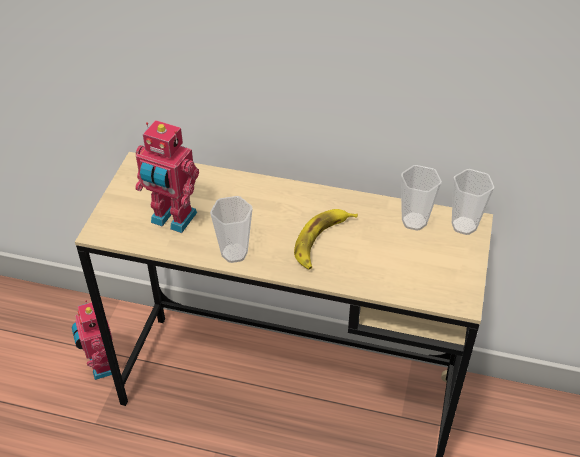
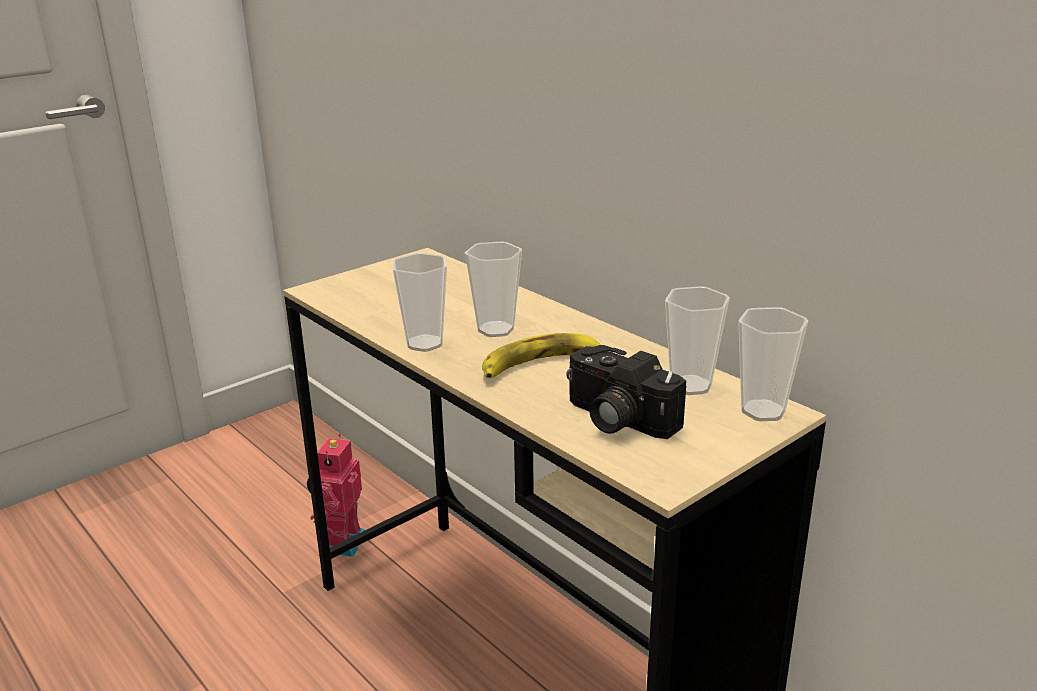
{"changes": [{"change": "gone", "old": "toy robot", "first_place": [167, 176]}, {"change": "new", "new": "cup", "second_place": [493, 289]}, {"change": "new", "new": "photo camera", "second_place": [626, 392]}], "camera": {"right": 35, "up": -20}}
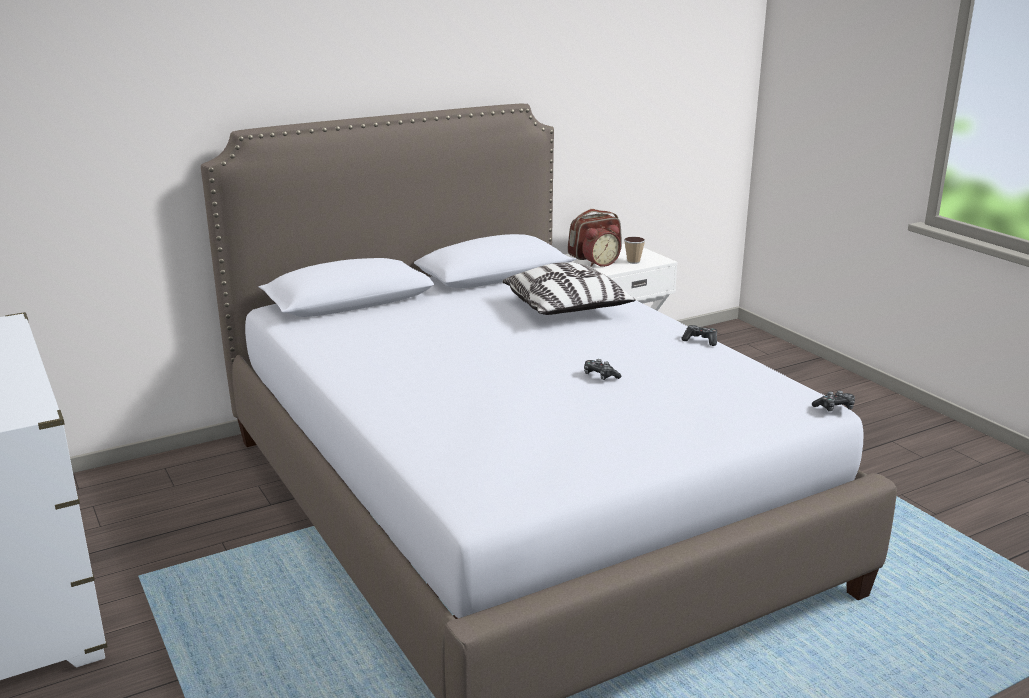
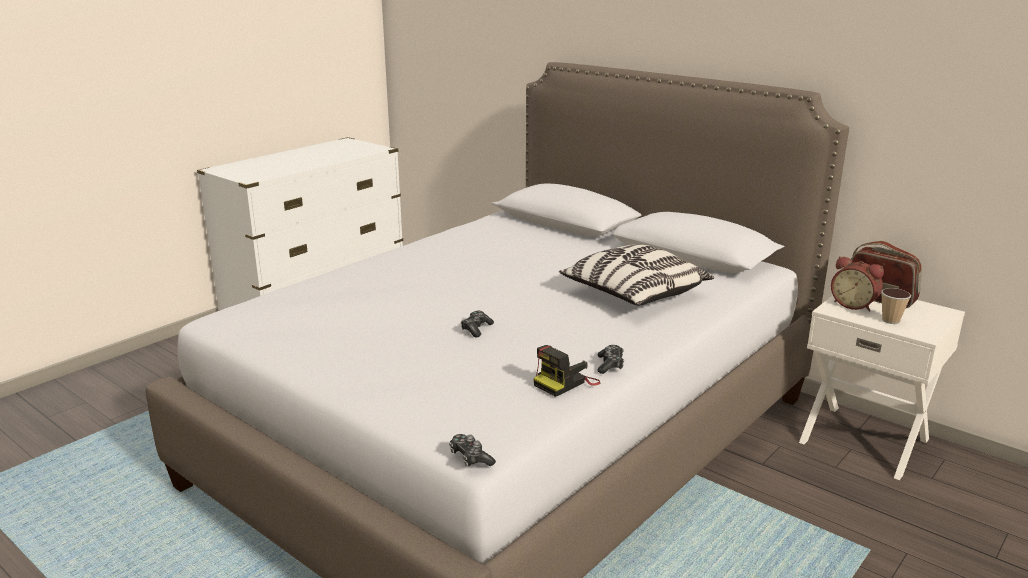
{"changes": [{"change": "new", "new": "photo camera", "second_place": [567, 371]}], "camera": {"right": 70, "up": 0}}
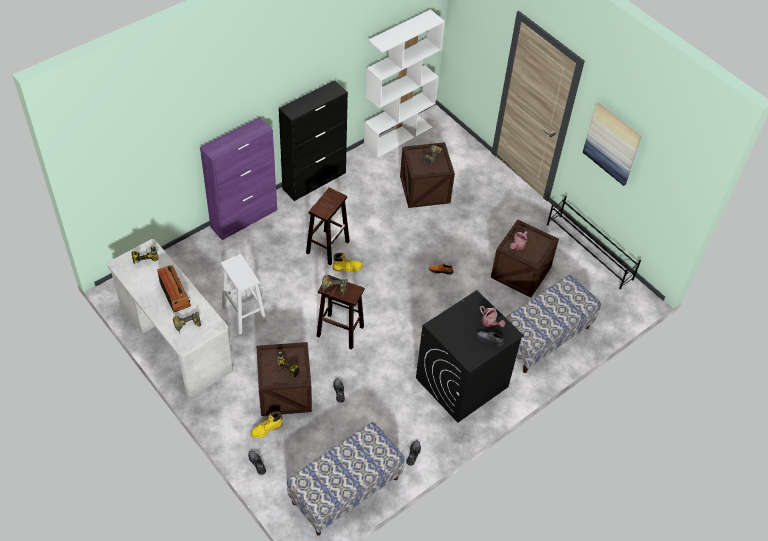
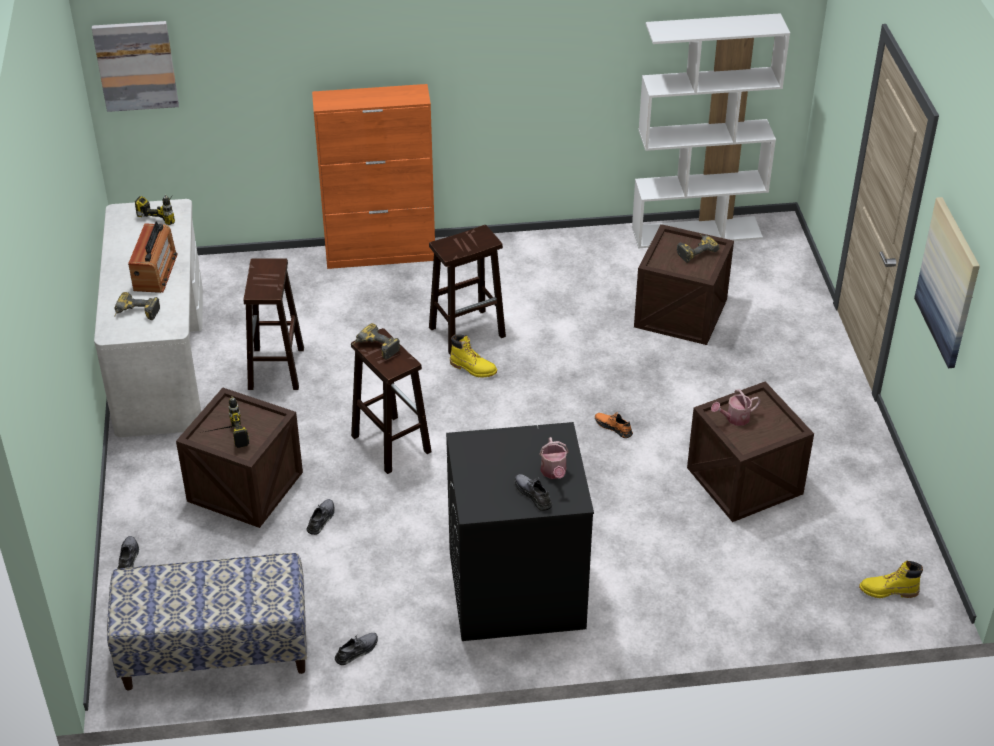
{"changes": [{"change": "gone", "old": "black cabinet", "first_place": [313, 140]}, {"change": "gone", "old": "bench", "first_place": [553, 324]}, {"change": "gone", "old": "black shoe rack", "first_place": [594, 242]}, {"change": "new", "new": "picture", "second_place": [135, 66]}, {"change": "shifted", "old": "yellow boot", "first_place": [266, 424], "second_place": [891, 579]}, {"change": "repainted", "old": "purple cabinet", "new": "orange cabinet", "first_place": [238, 178], "second_place": [373, 176]}, {"change": "repainted", "old": "white stool", "new": "brown stool", "first_place": [244, 294], "second_place": [273, 324]}], "camera": {"right": 35, "up": -10}}
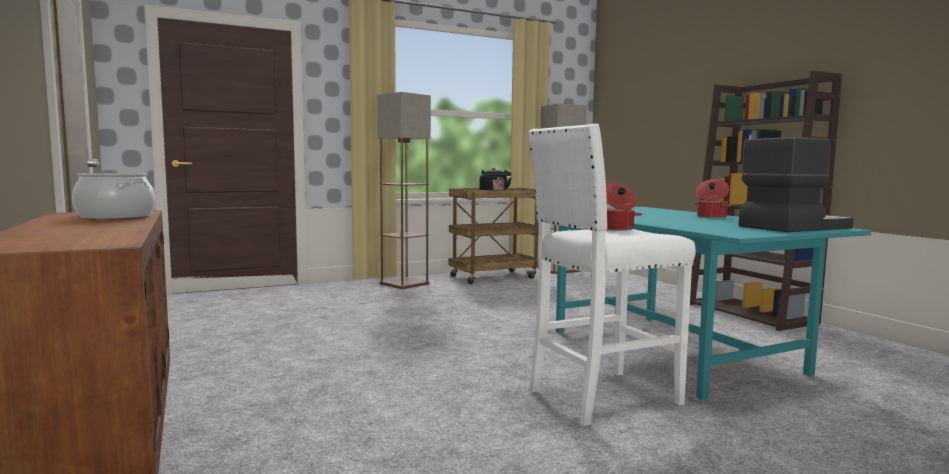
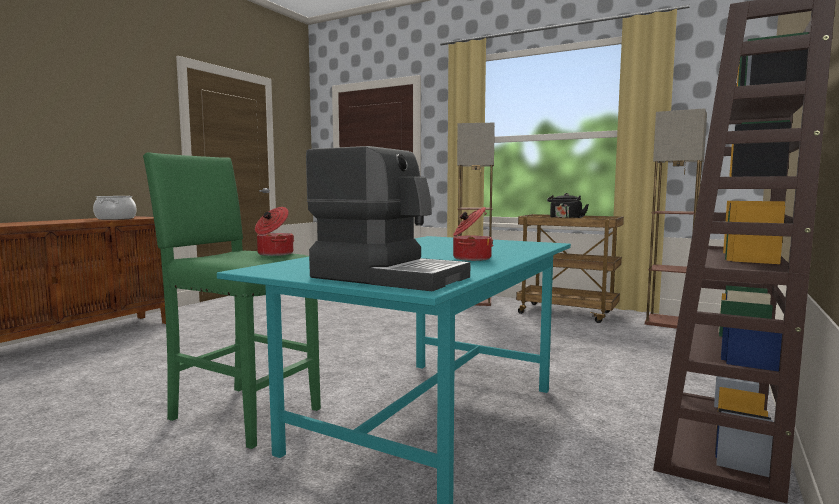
{"changes": [{"change": "repainted", "old": "white stool", "new": "green stool", "first_place": [612, 274], "second_place": [232, 300]}], "camera": {"right": 55, "up": 0}}
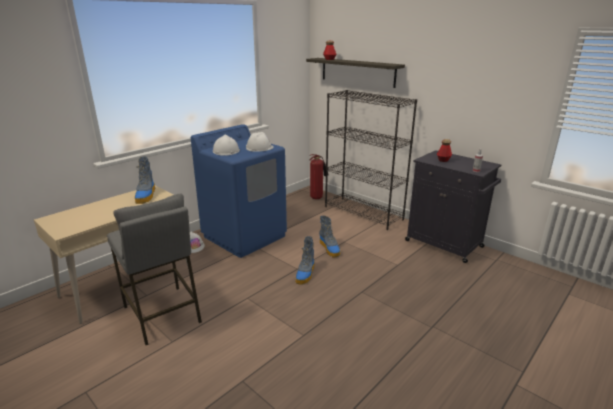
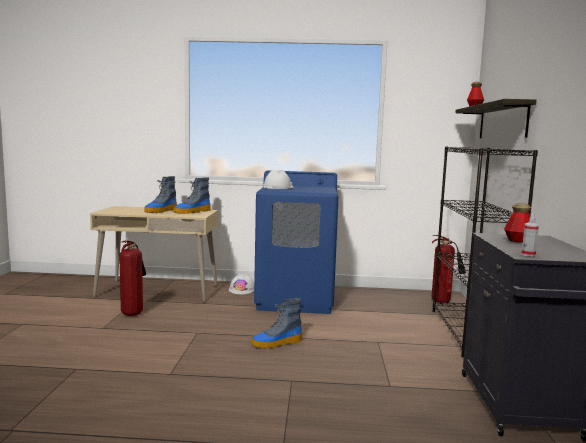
{"changes": [{"change": "gone", "old": "white hard hat", "first_place": [260, 142]}, {"change": "shifted", "old": "boot", "first_place": [329, 237], "second_place": [160, 194]}, {"change": "swapped", "old": "grey stool", "new": "fire extinguisher", "first_place": [154, 269], "second_place": [132, 278]}], "camera": {"right": 50, "up": -15}}
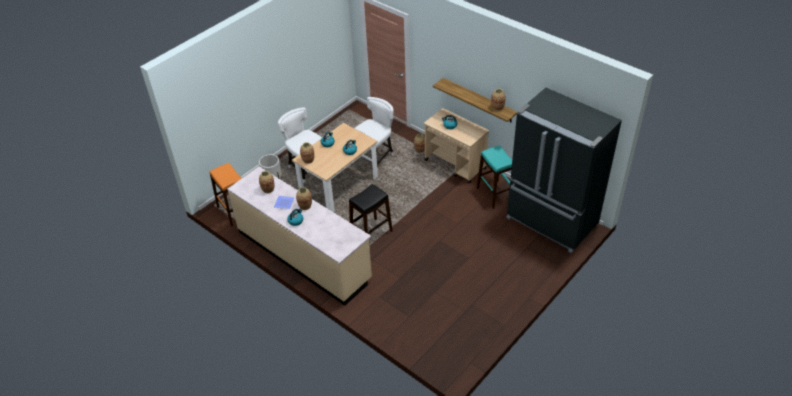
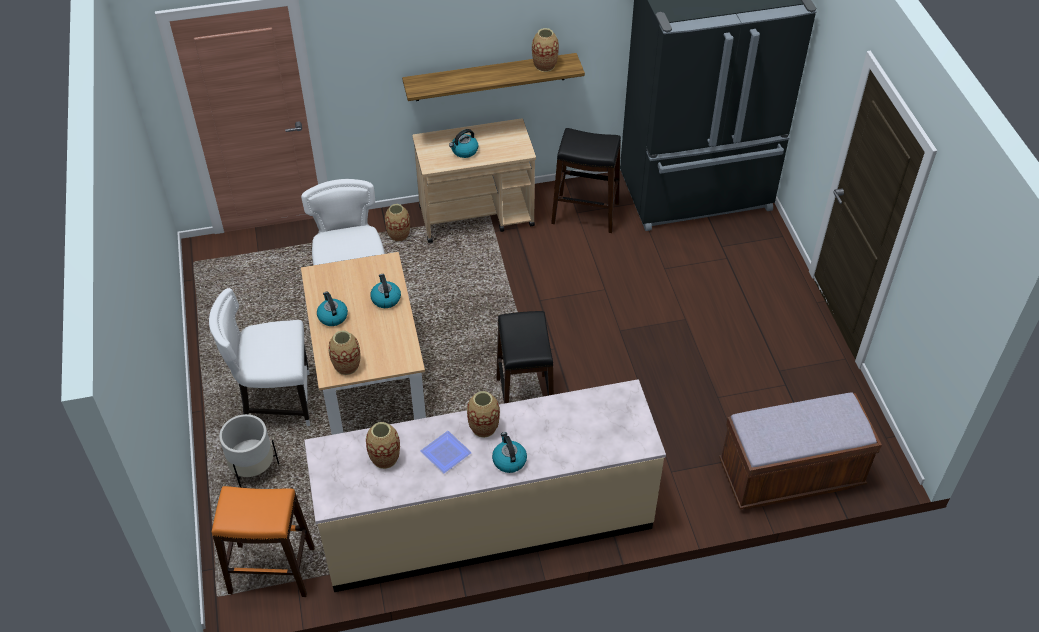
{"changes": [{"change": "new", "new": "brown bench", "second_place": [800, 451]}, {"change": "repainted", "old": "turquoise stool", "new": "black stool", "first_place": [494, 177], "second_place": [586, 180]}], "camera": {"right": -55, "up": 5}}
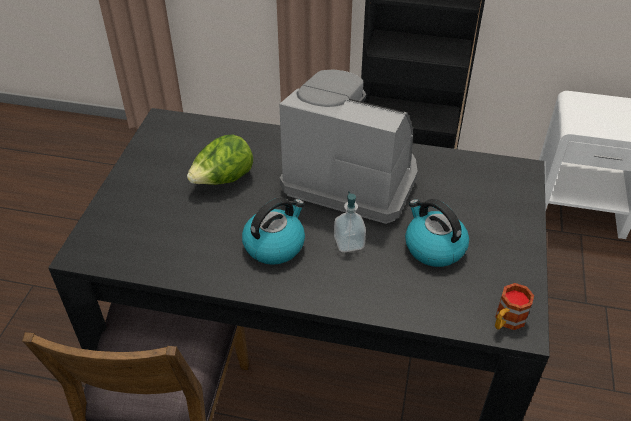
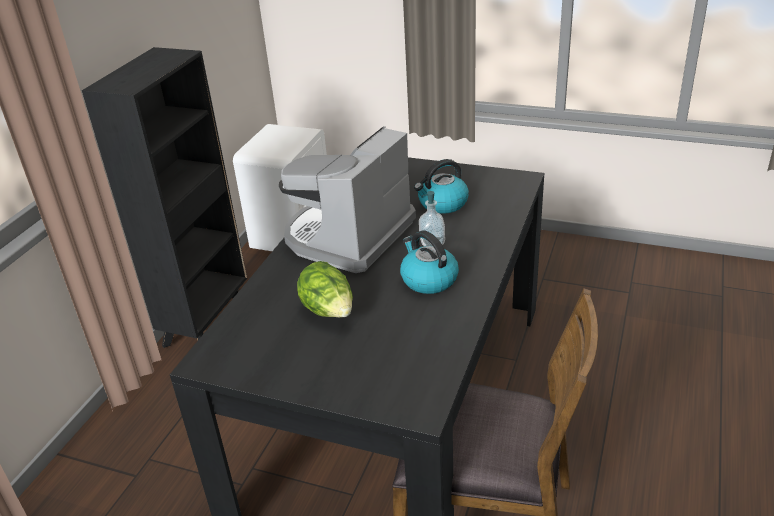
{"changes": [{"change": "gone", "old": "mug", "first_place": [514, 306]}], "camera": {"right": -80, "up": -10}}
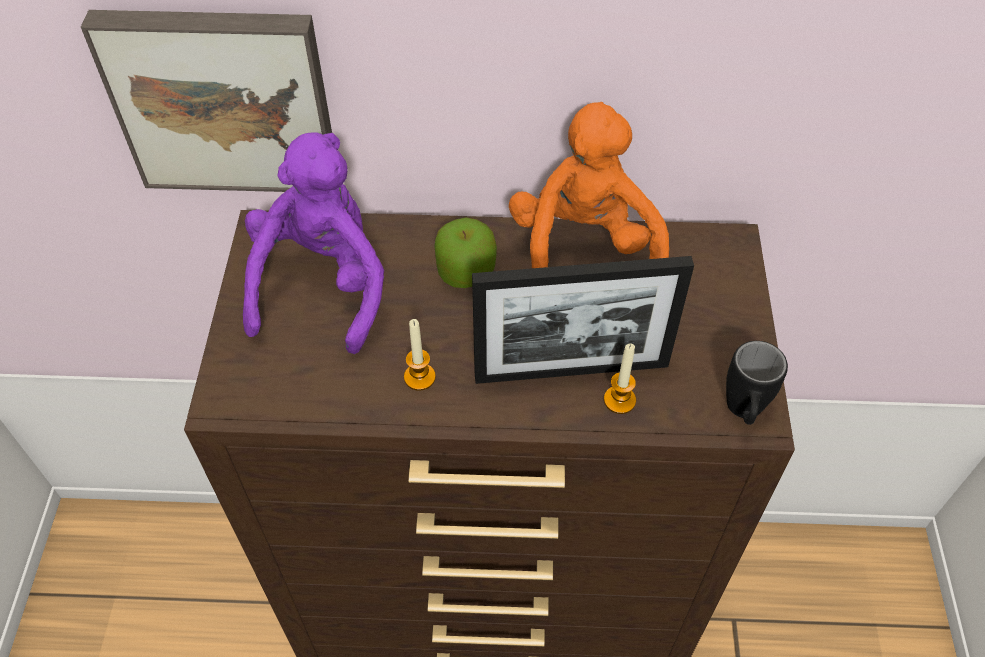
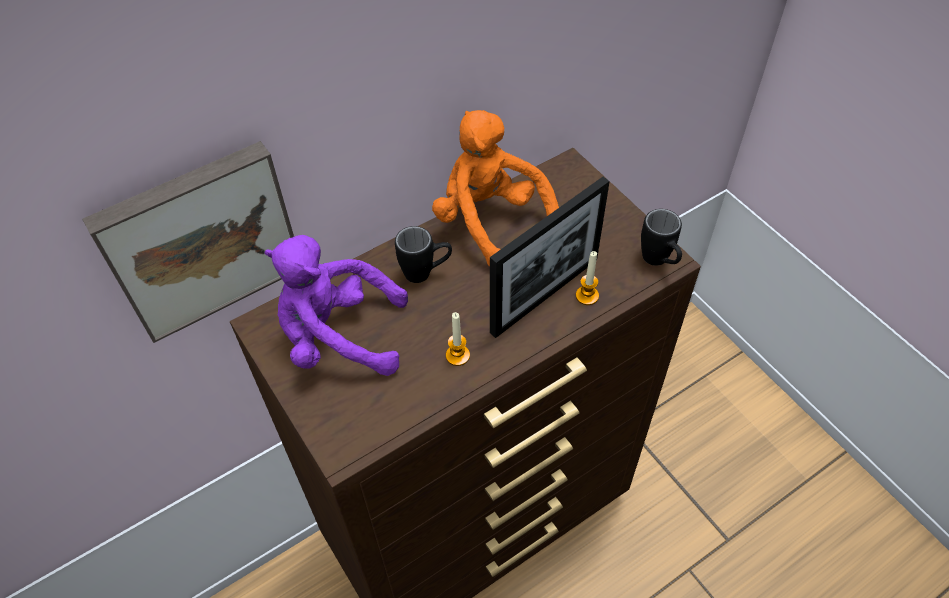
{"changes": [{"change": "swapped", "old": "apple", "new": "black mug", "first_place": [465, 252], "second_place": [423, 254]}, {"change": "rotated", "old": "purple plush toy", "first_place": [313, 243], "second_place": [336, 305], "degrees": -60}], "camera": {"right": -35, "up": 0}}
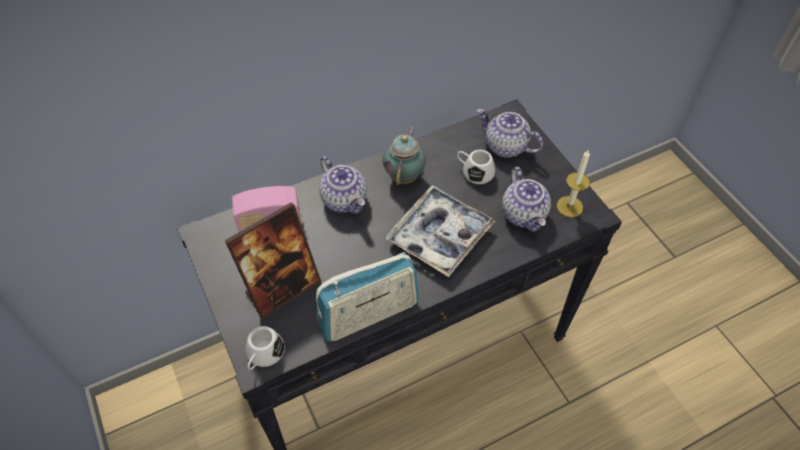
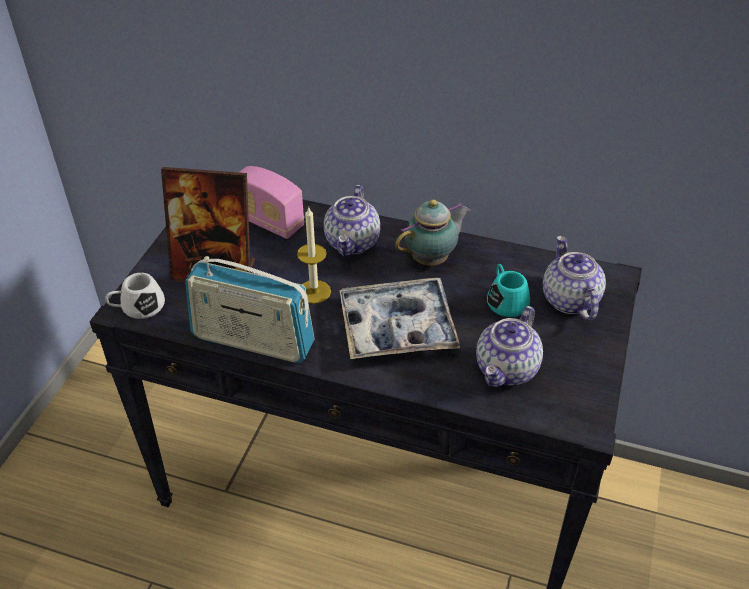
{"changes": [{"change": "shifted", "old": "candle", "first_place": [573, 183], "second_place": [314, 255]}, {"change": "repainted", "old": "white mug", "new": "turquoise mug", "first_place": [476, 167], "second_place": [508, 290]}], "camera": {"right": 45, "up": -10}}
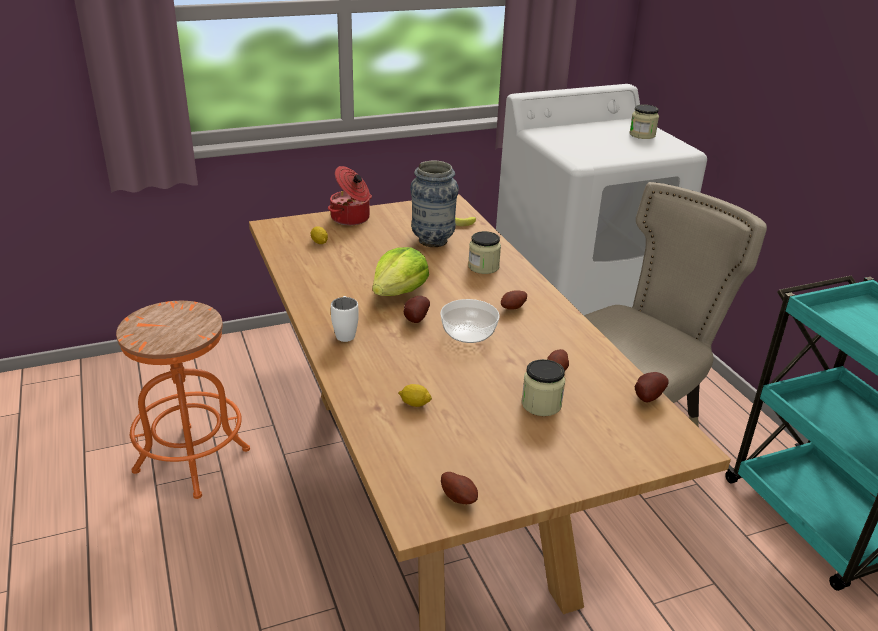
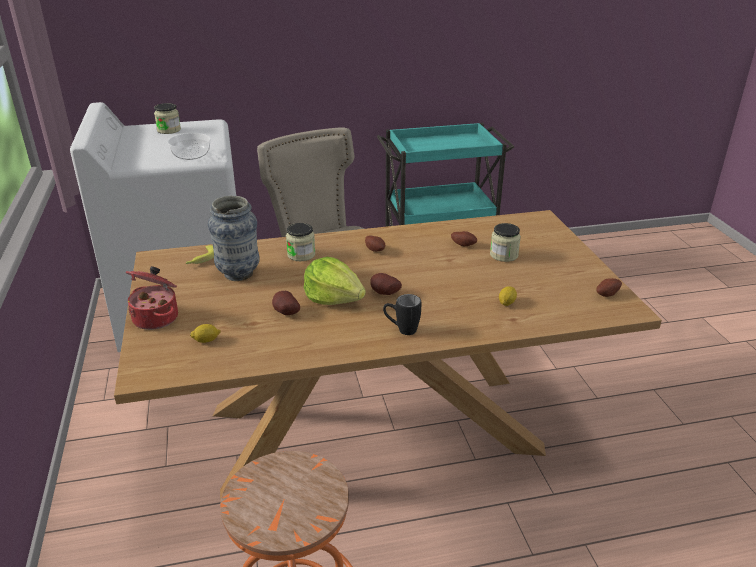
{"changes": [{"change": "shifted", "old": "bowl", "first_place": [469, 321], "second_place": [189, 146]}, {"change": "shifted", "old": "potato", "first_place": [652, 387], "second_place": [286, 303]}, {"change": "repainted", "old": "white mug", "new": "black mug", "first_place": [345, 319], "second_place": [402, 314]}], "camera": {"right": -80, "up": 0}}
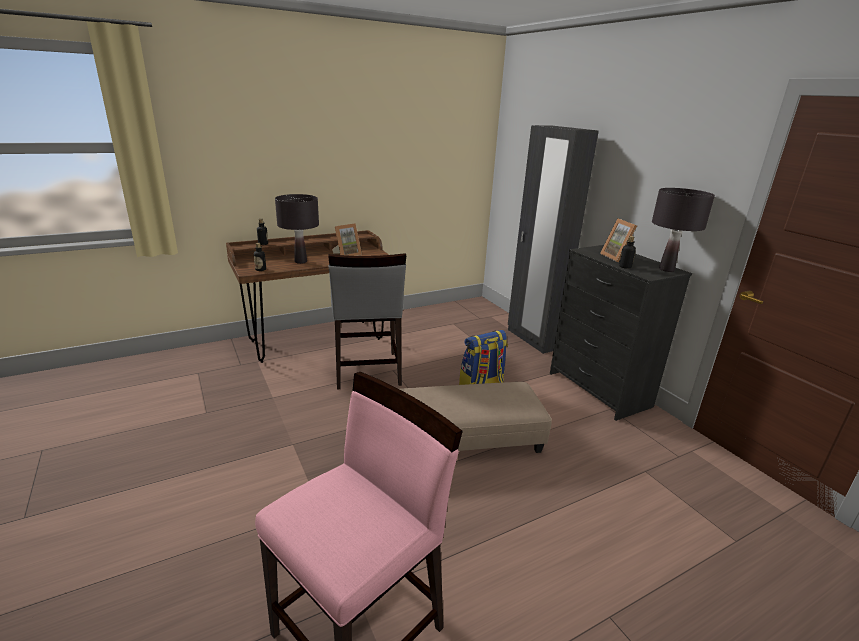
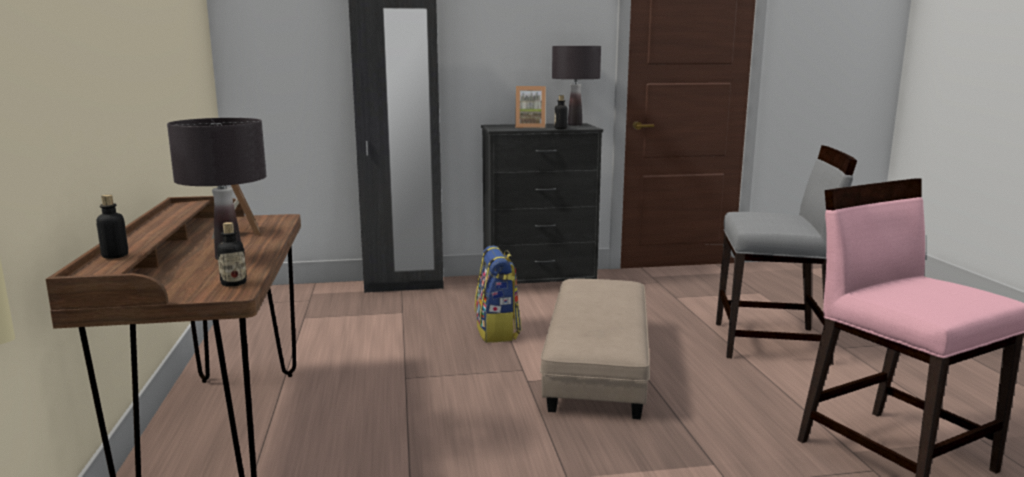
{"changes": [{"change": "shifted", "old": "grey chair", "first_place": [367, 321], "second_place": [786, 255]}], "camera": {"right": -70, "up": -10}}
